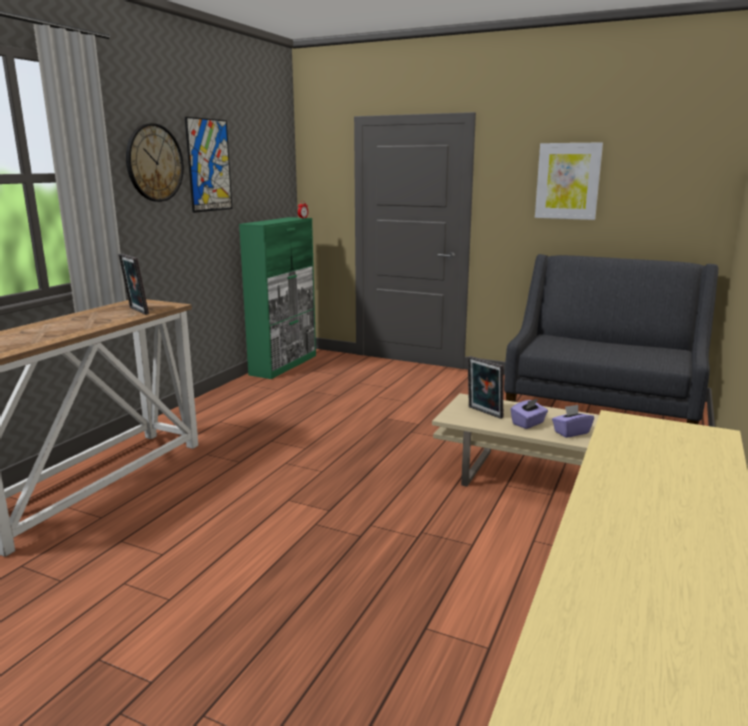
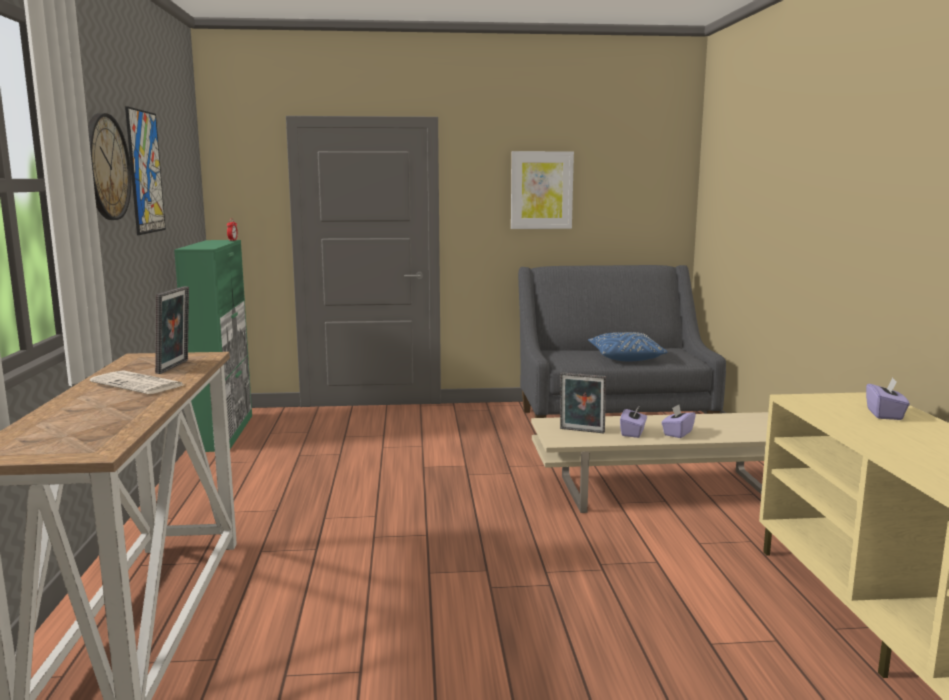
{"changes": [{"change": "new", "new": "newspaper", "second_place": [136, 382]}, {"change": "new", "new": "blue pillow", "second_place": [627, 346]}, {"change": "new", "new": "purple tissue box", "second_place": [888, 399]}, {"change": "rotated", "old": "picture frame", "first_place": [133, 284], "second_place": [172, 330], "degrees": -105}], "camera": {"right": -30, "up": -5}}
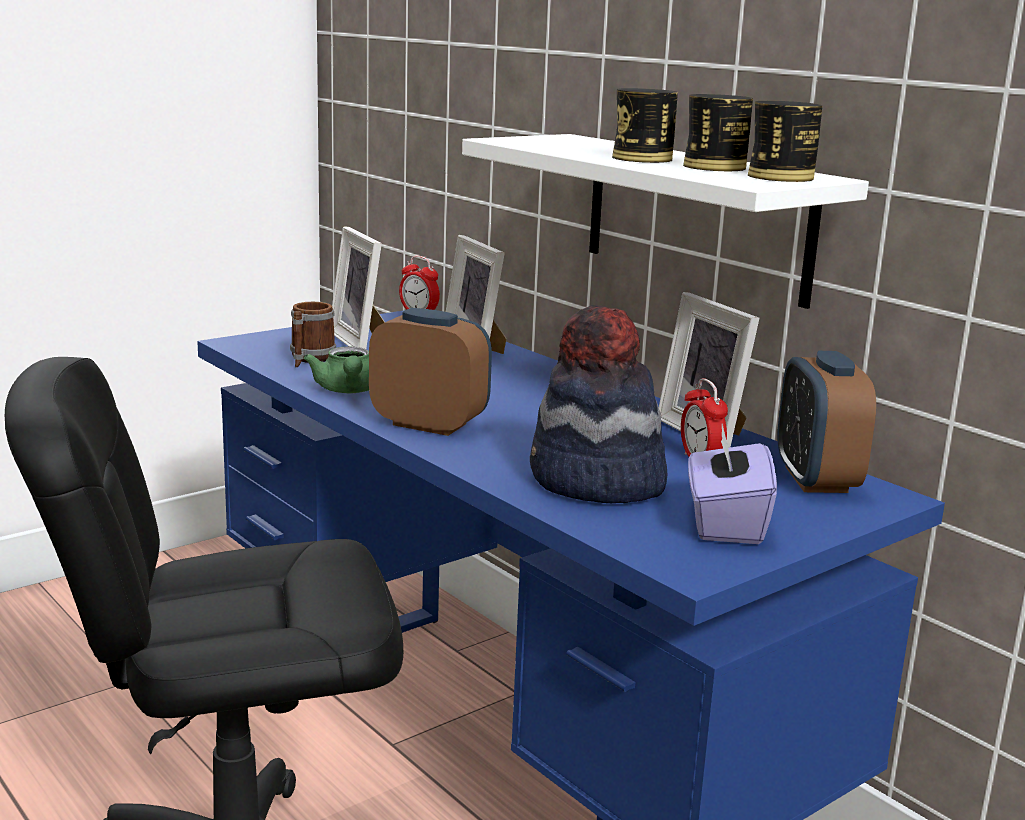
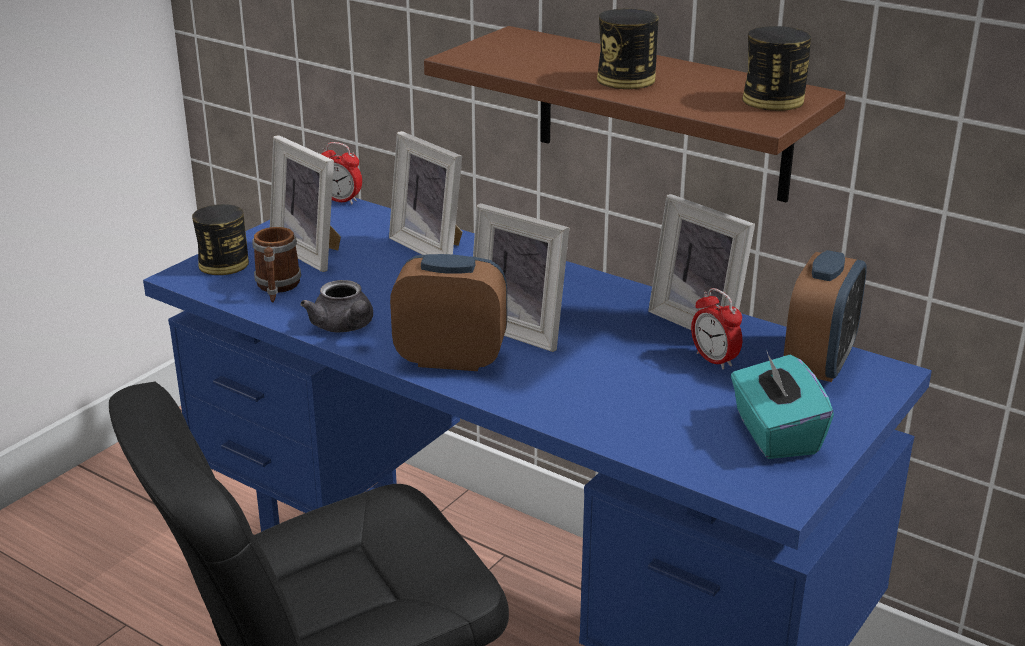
{"changes": [{"change": "gone", "old": "hat", "first_place": [598, 404]}, {"change": "new", "new": "picture frame", "second_place": [521, 277]}, {"change": "shifted", "old": "can", "first_place": [718, 132], "second_place": [220, 239]}, {"change": "repainted", "old": "green teapot", "new": "grey teapot", "first_place": [336, 369], "second_place": [336, 306]}, {"change": "repainted", "old": "white shelf", "new": "brown shelf", "first_place": [665, 221], "second_place": [635, 114]}, {"change": "repainted", "old": "purple tissue box", "new": "turquoise tissue box", "first_place": [732, 484], "second_place": [782, 404]}, {"change": "rotated", "old": "alarm clock", "first_place": [826, 422], "second_place": [825, 316], "degrees": -135}], "camera": {"right": -15, "up": 10}}
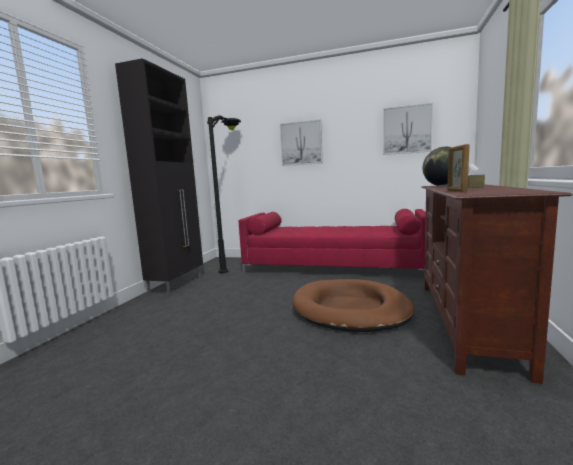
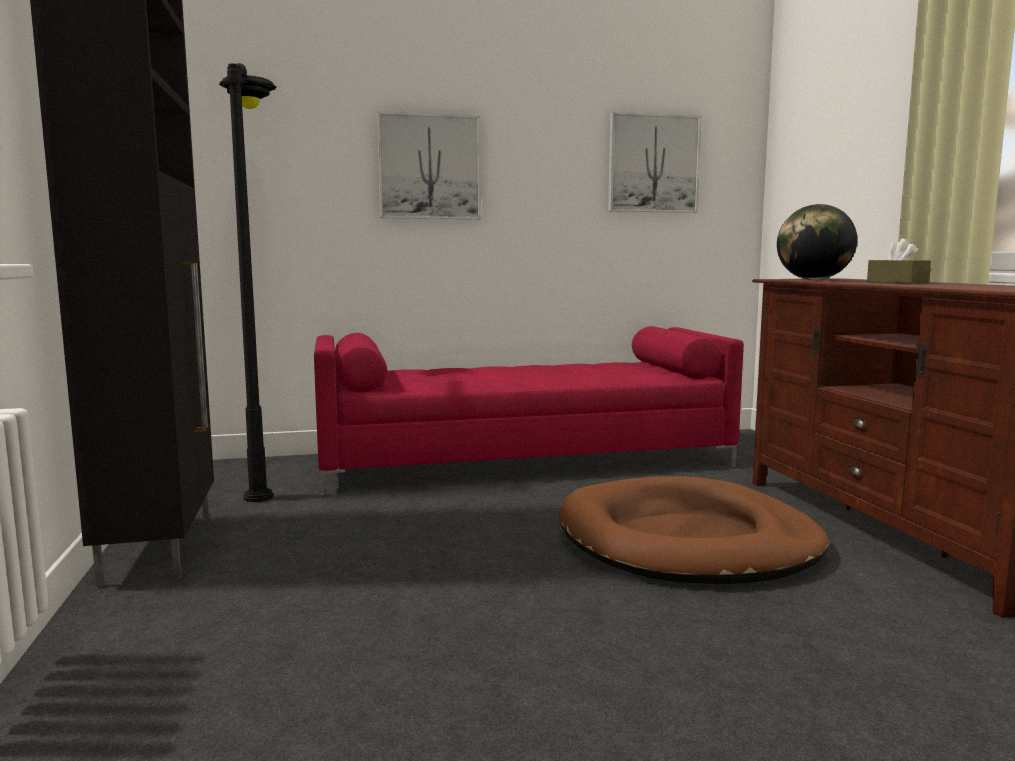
{"changes": [{"change": "gone", "old": "picture frame", "first_place": [458, 168]}], "camera": {"right": -30, "up": 0}}
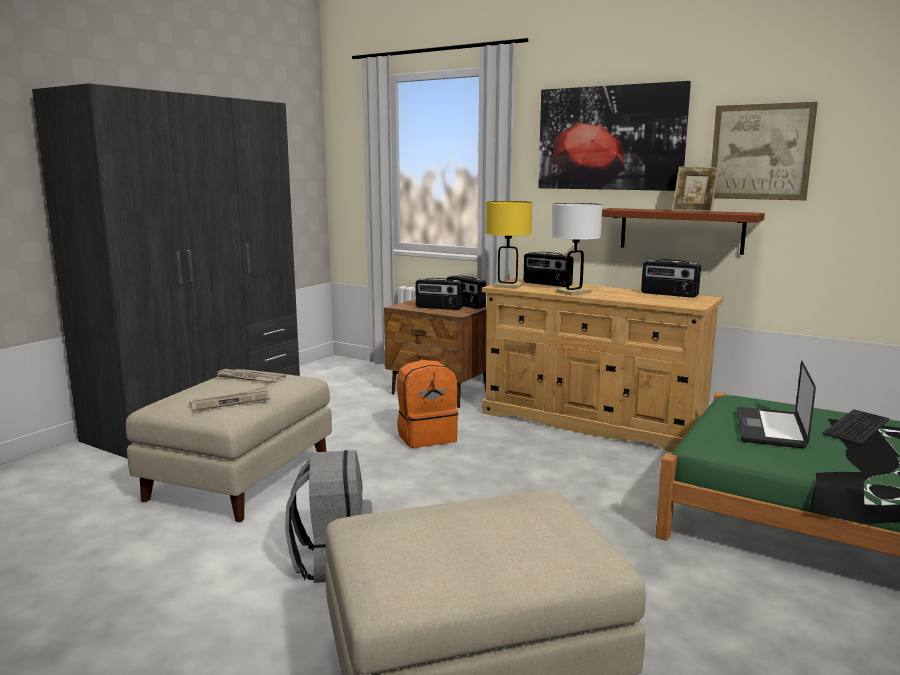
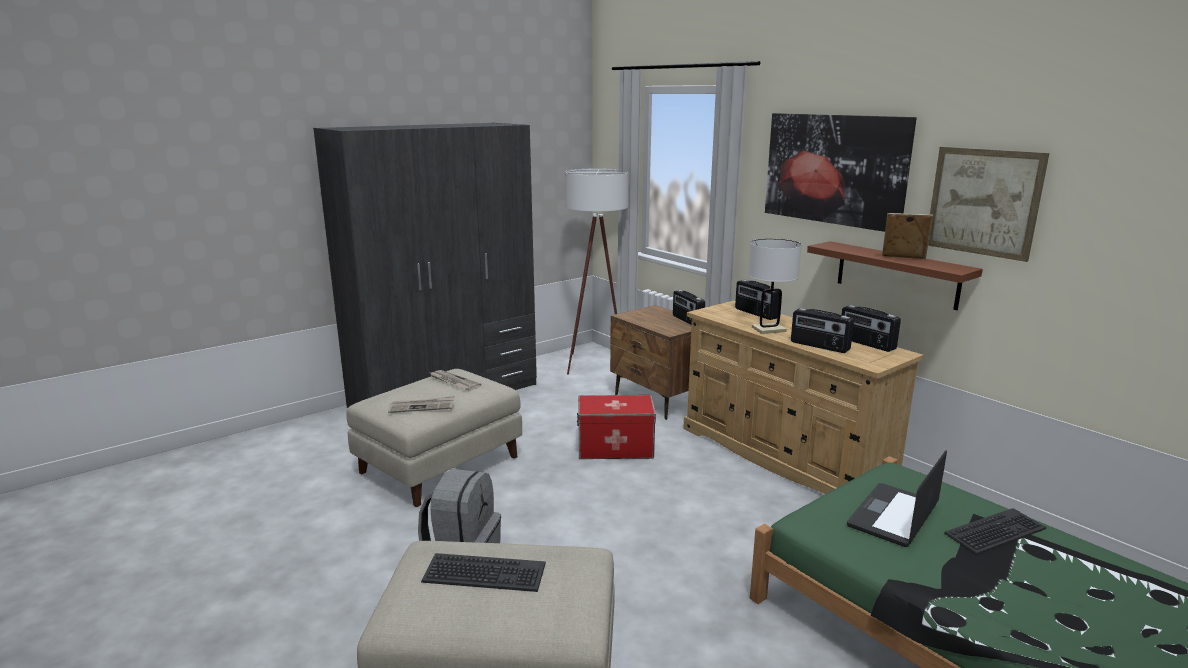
{"changes": [{"change": "gone", "old": "yellow table lamp", "first_place": [508, 245]}, {"change": "new", "new": "keyboard", "second_place": [483, 572]}, {"change": "new", "new": "white floor lamp", "second_place": [597, 271]}, {"change": "shifted", "old": "radio", "first_place": [439, 294], "second_place": [822, 330]}, {"change": "swapped", "old": "orange backpack", "new": "storage box", "first_place": [428, 404], "second_place": [616, 427]}, {"change": "rotated", "old": "picture frame", "first_place": [695, 190], "second_place": [907, 236], "degrees": 150}], "camera": {"right": 20, "up": 5}}
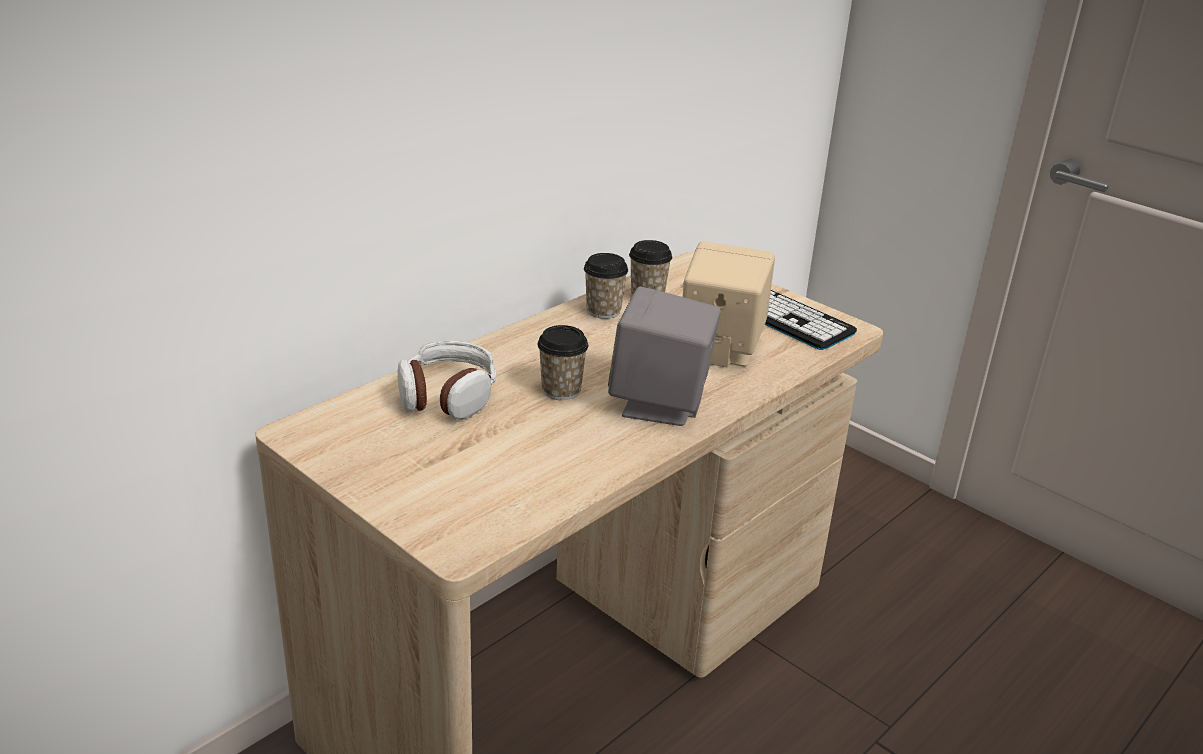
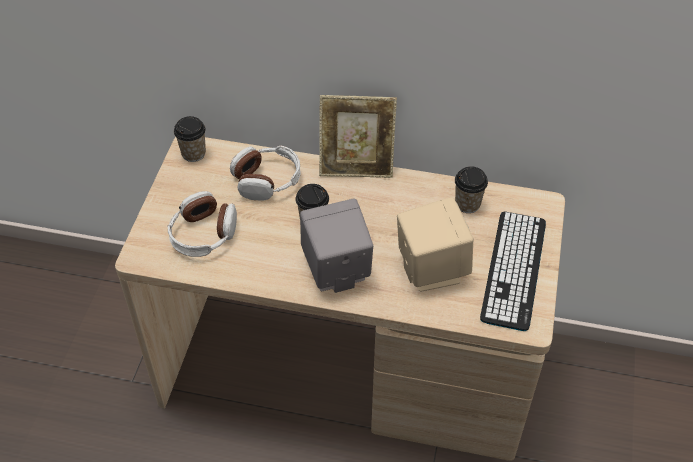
{"changes": [{"change": "new", "new": "headphones", "second_place": [202, 224]}, {"change": "new", "new": "picture frame", "second_place": [358, 136]}, {"change": "shifted", "old": "cup", "first_place": [606, 286], "second_place": [190, 139]}], "camera": {"right": 60, "up": 20}}
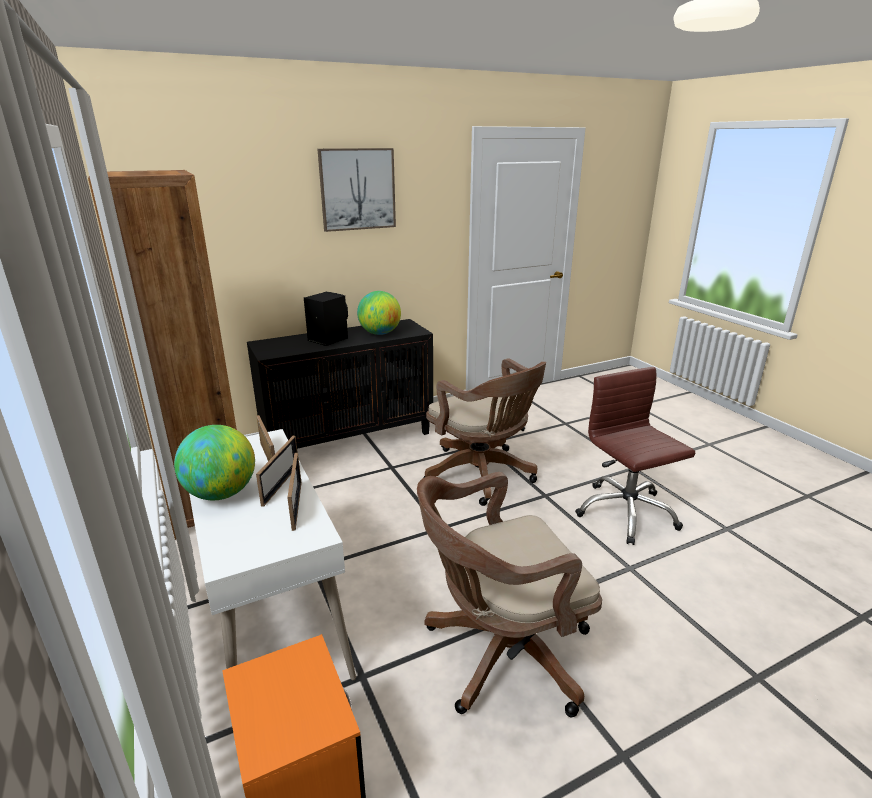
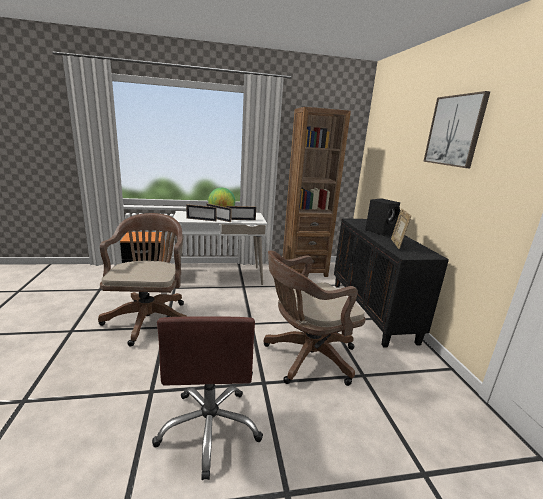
{"changes": [{"change": "swapped", "old": "globe", "new": "picture frame", "first_place": [379, 313], "second_place": [401, 228]}, {"change": "rotated", "old": "brown office chair", "first_place": [635, 456], "second_place": [207, 398], "degrees": 90}], "camera": {"right": 105, "up": -5}}
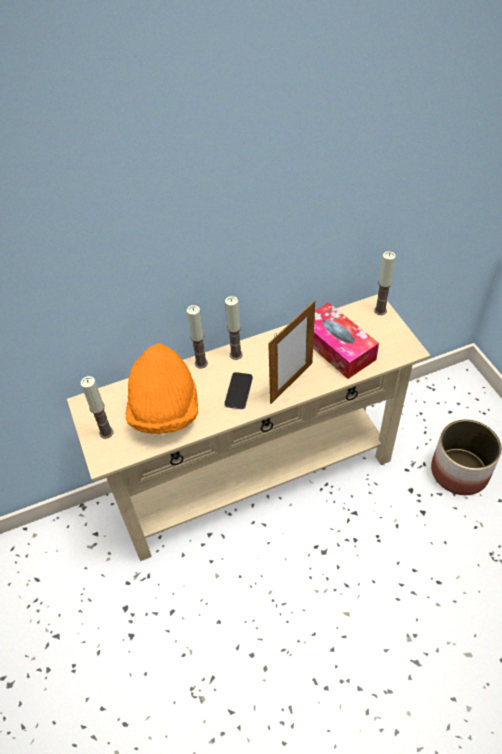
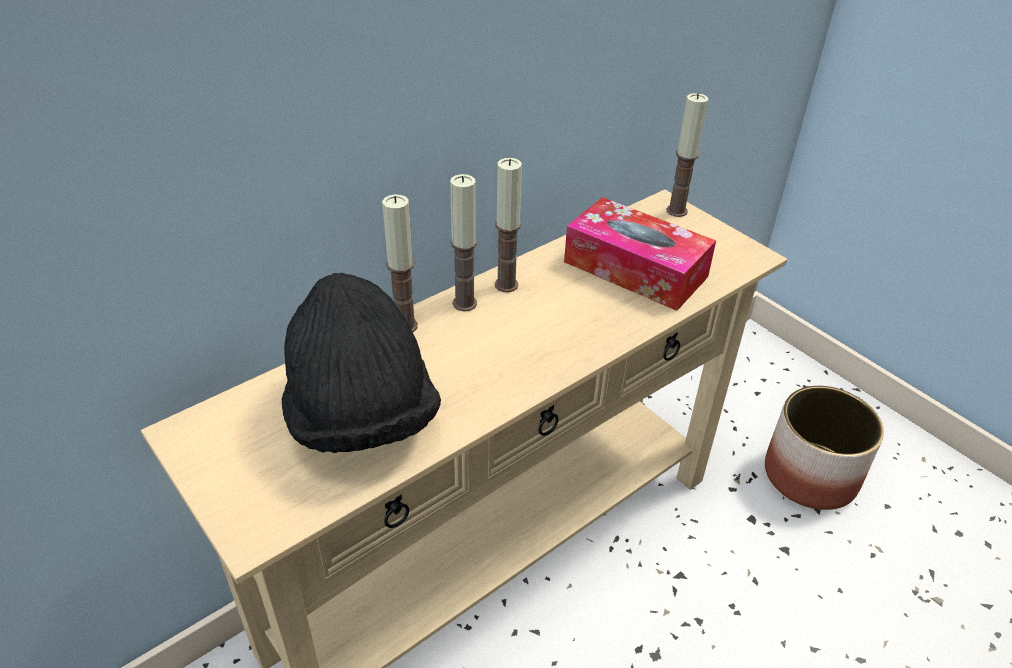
{"changes": [{"change": "gone", "old": "phone", "first_place": [238, 390]}, {"change": "gone", "old": "picture frame", "first_place": [291, 352]}, {"change": "shifted", "old": "candle", "first_place": [97, 407], "second_place": [508, 225]}, {"change": "repainted", "old": "orange hat", "new": "black hat", "first_place": [161, 388], "second_place": [361, 363]}], "camera": {"right": -20, "up": -10}}
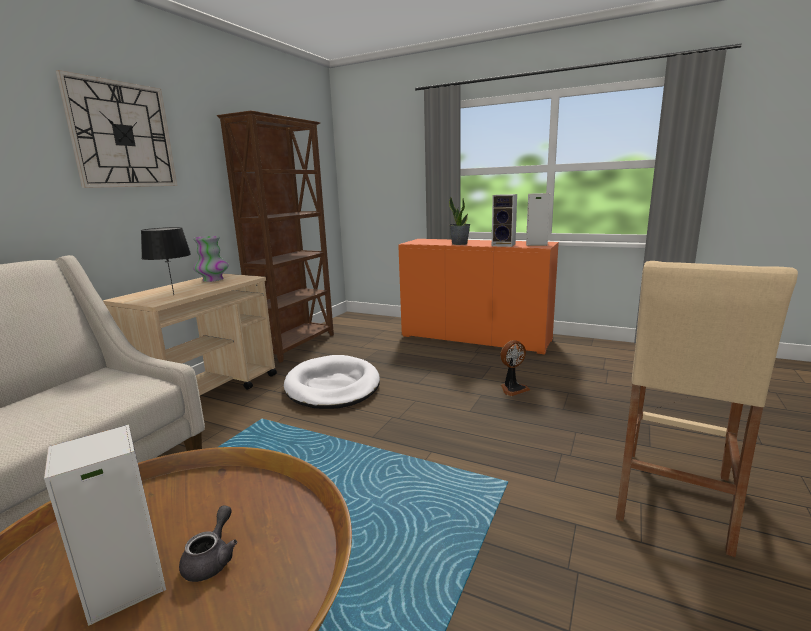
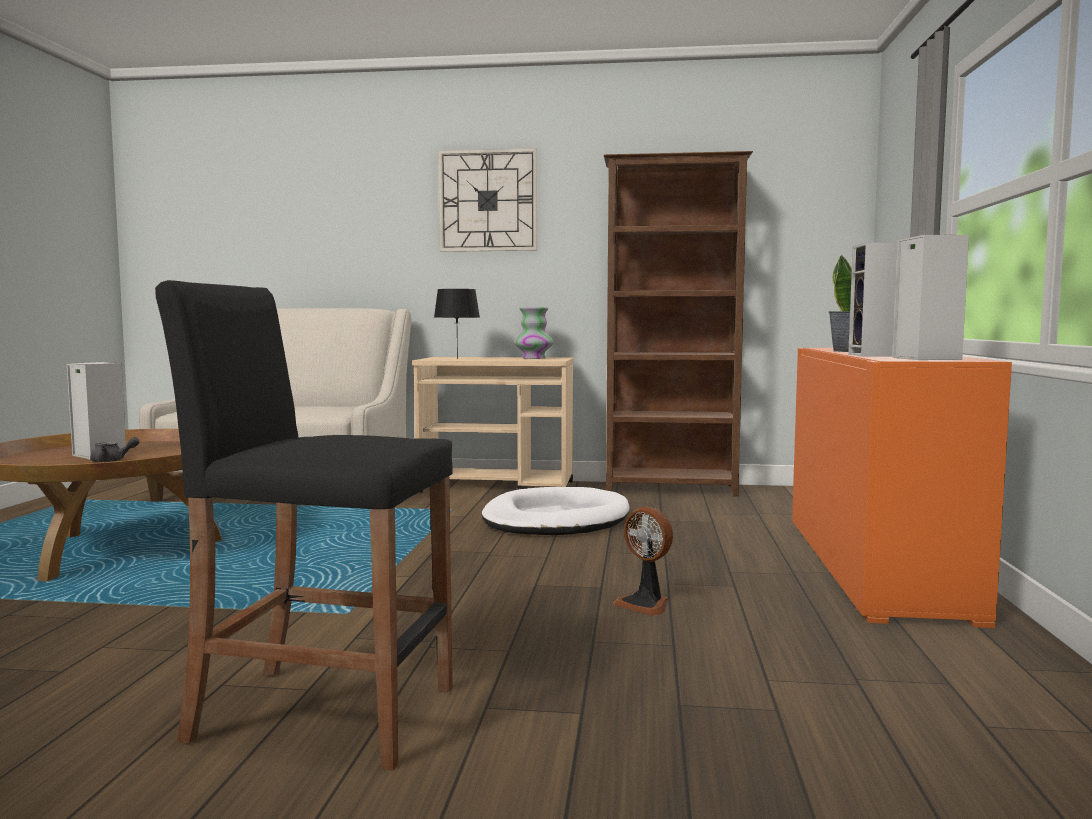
{"changes": [{"change": "repainted", "old": "beige stool", "new": "black stool", "first_place": [707, 409], "second_place": [304, 525]}], "camera": {"right": 70, "up": -10}}
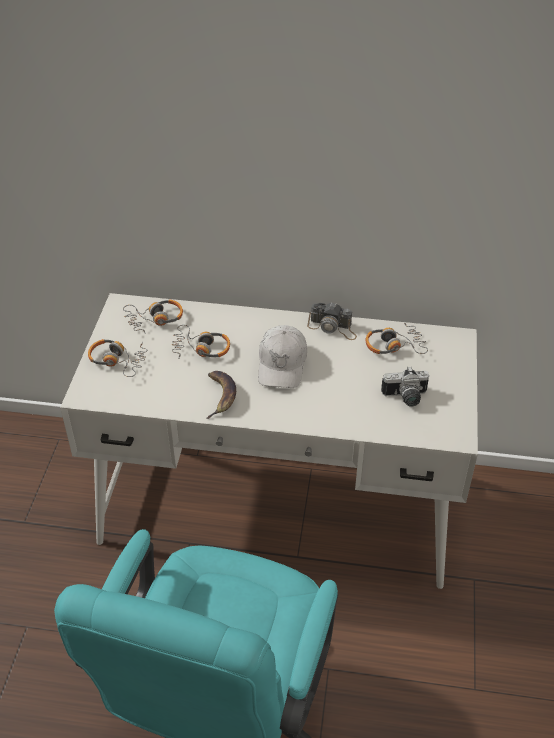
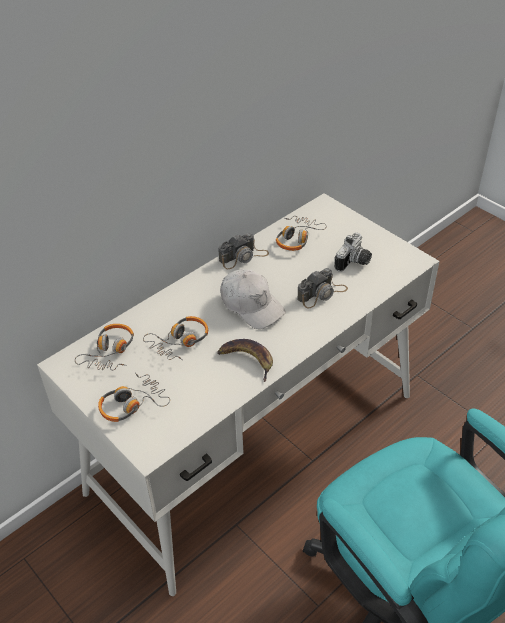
{"changes": [{"change": "new", "new": "photo camera", "second_place": [322, 288]}], "camera": {"right": -50, "up": 0}}
